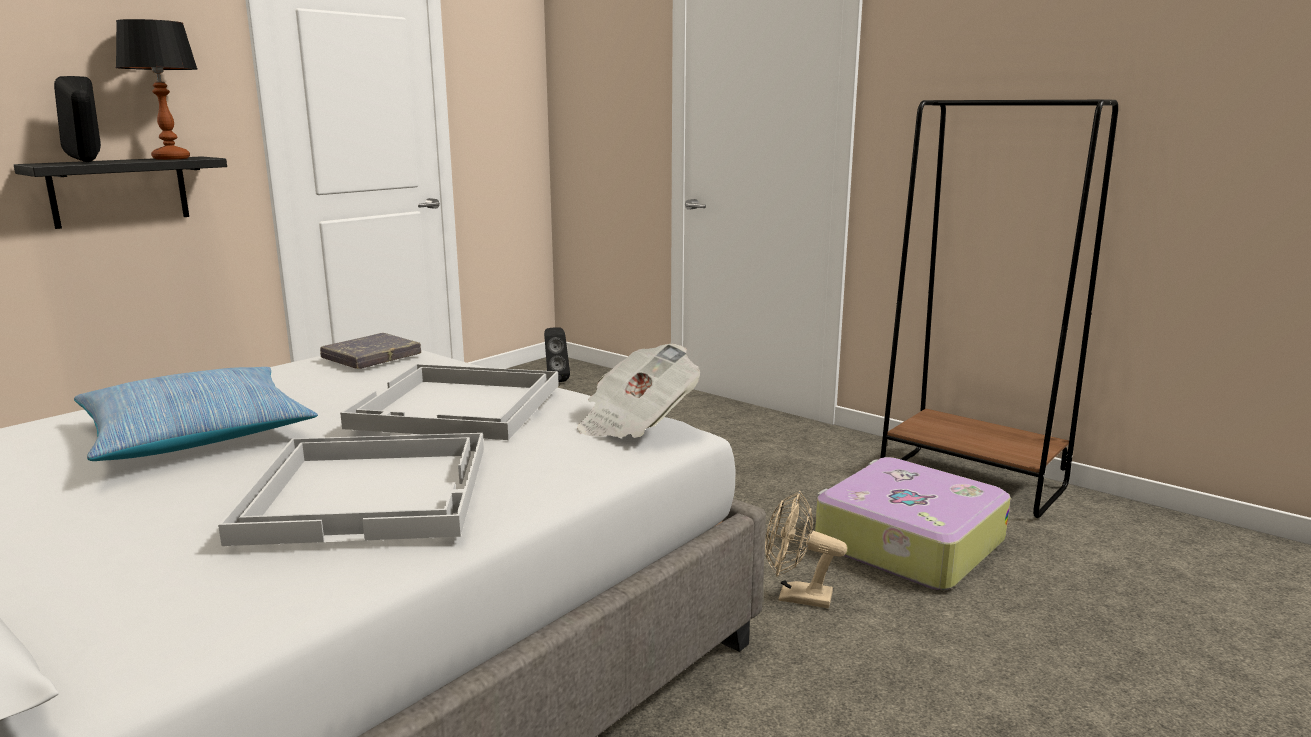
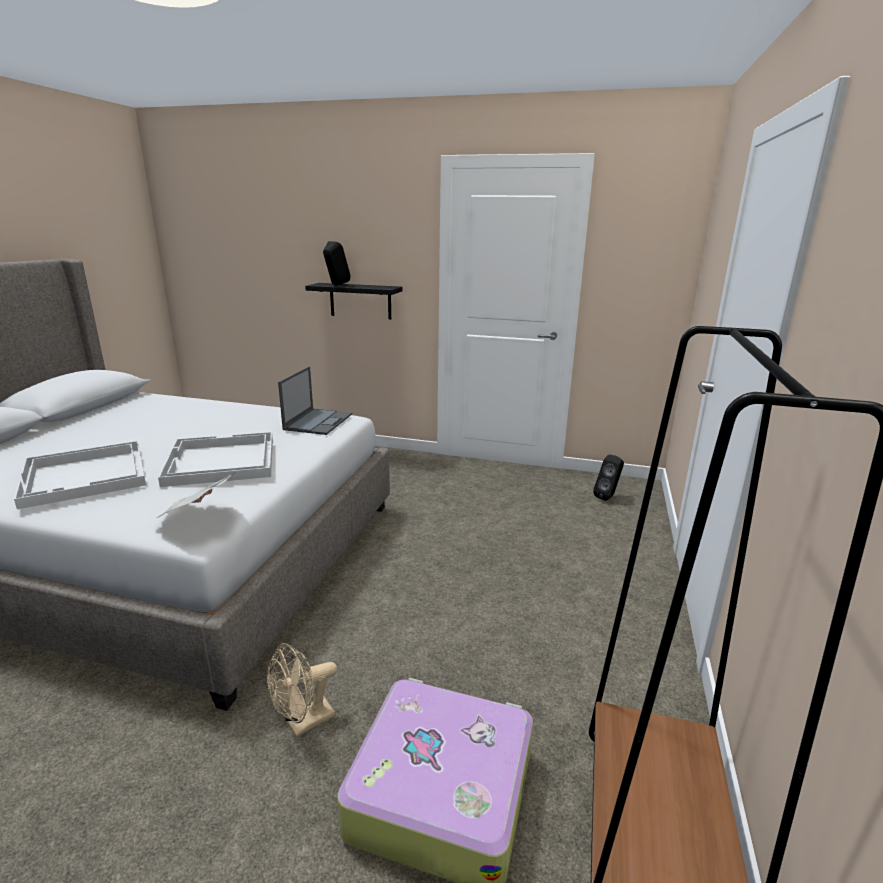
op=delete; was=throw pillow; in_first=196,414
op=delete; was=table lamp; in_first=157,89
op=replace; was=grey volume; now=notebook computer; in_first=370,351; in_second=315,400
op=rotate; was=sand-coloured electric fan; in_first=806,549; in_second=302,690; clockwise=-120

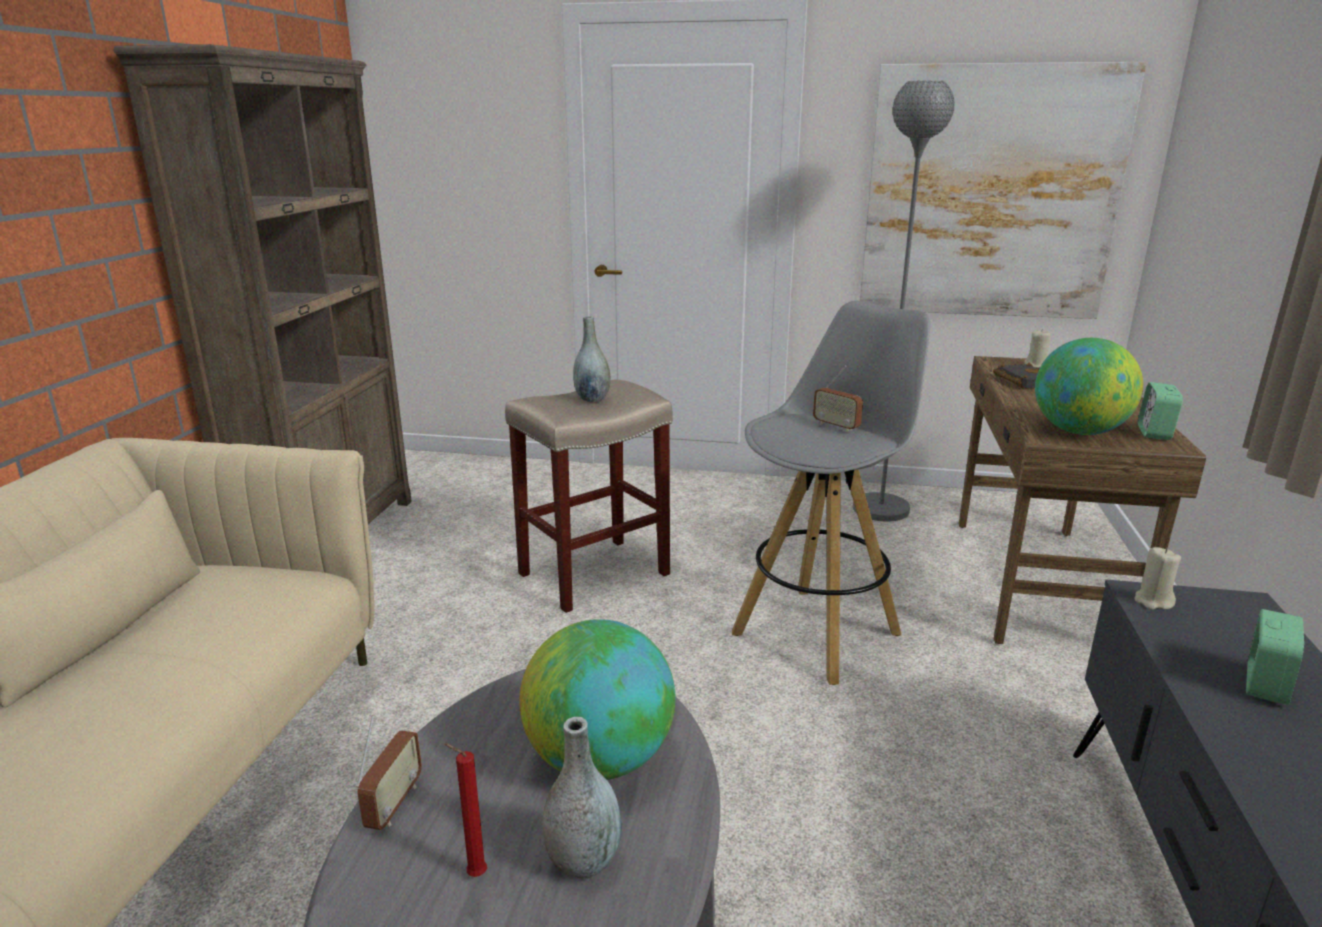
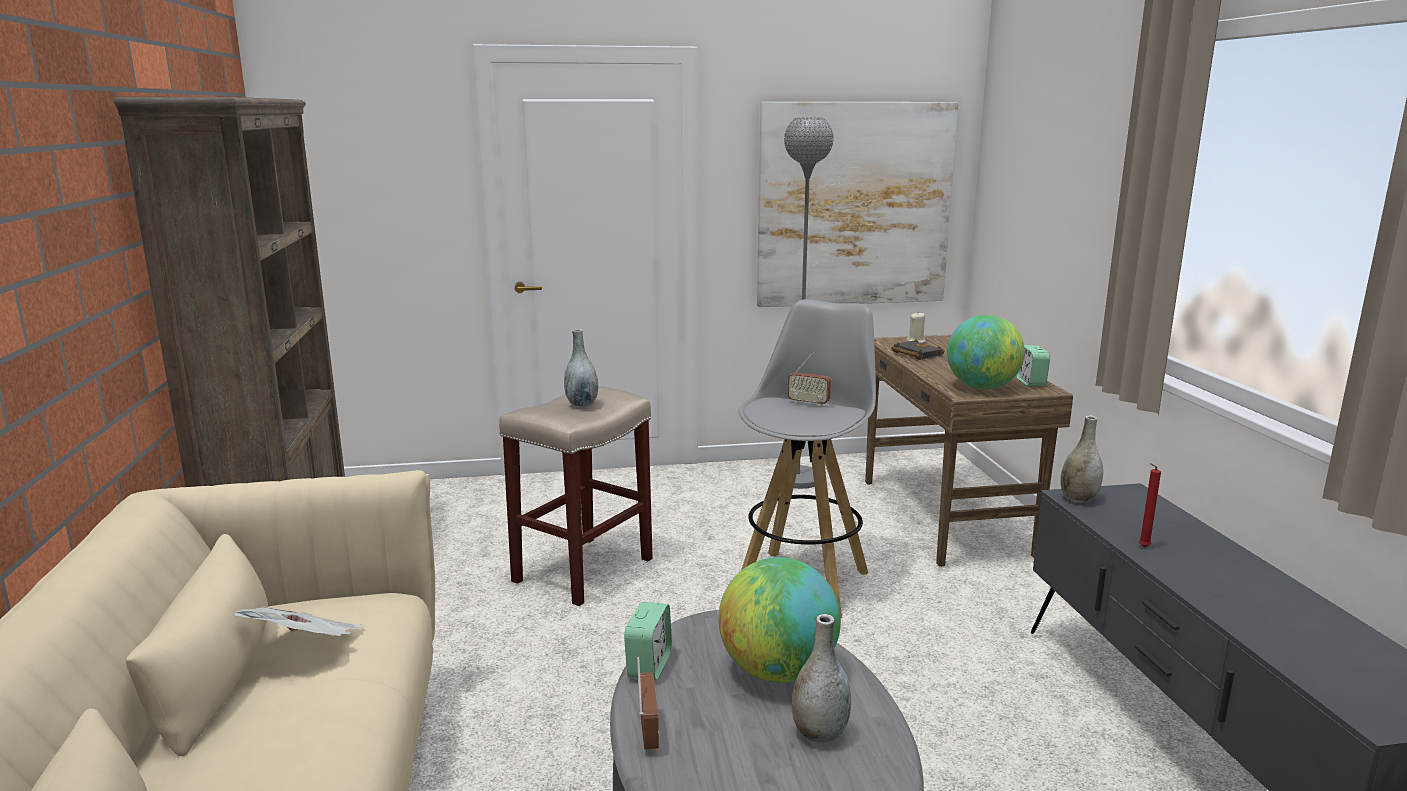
op=move; was=reddish candle; in_first=465,810; in_second=1150,505
op=replace; was=sand-coloured candle; now=grey decorative vase; in_first=1157,578; in_second=1081,459
op=move; was=bedside clock; in_first=1275,657; in_second=648,641
op=insert; now=printed paper; in_second=298,621

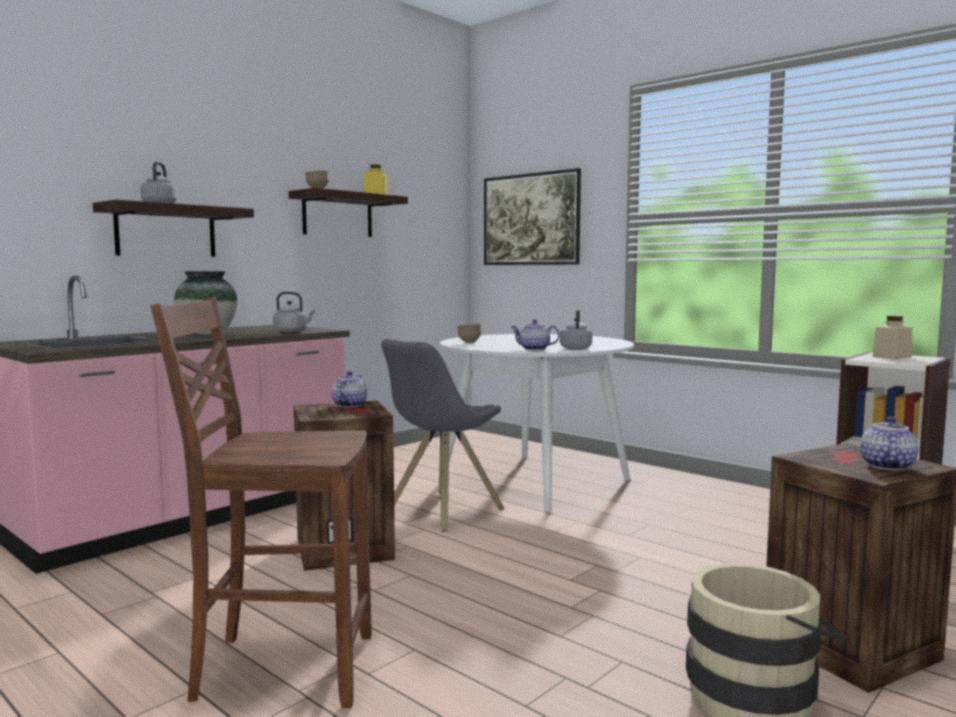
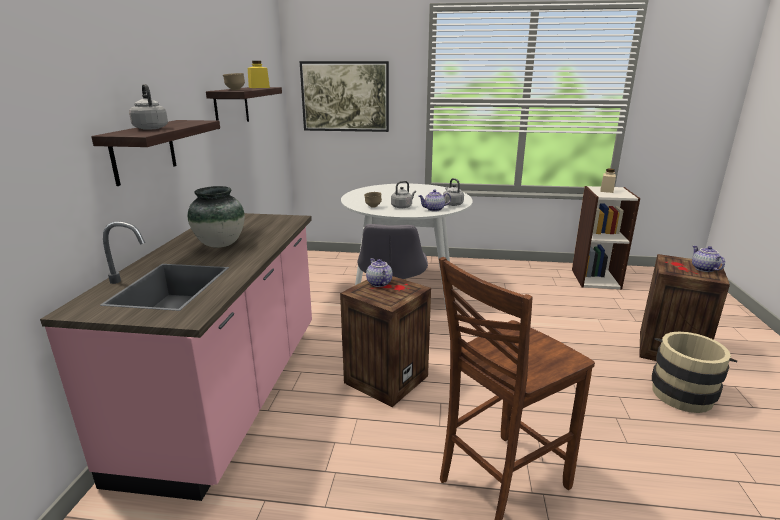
op=move; was=grey water kettle; in_first=294,312; in_second=403,194

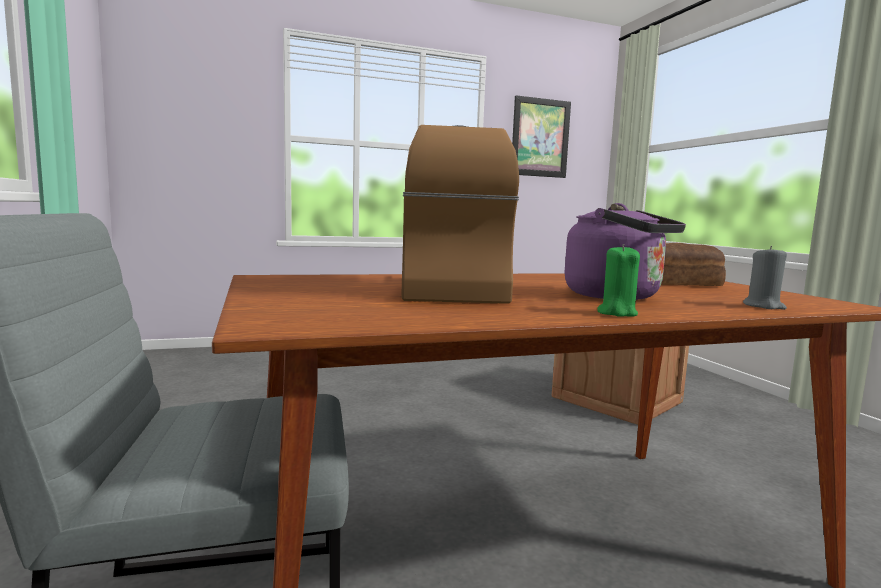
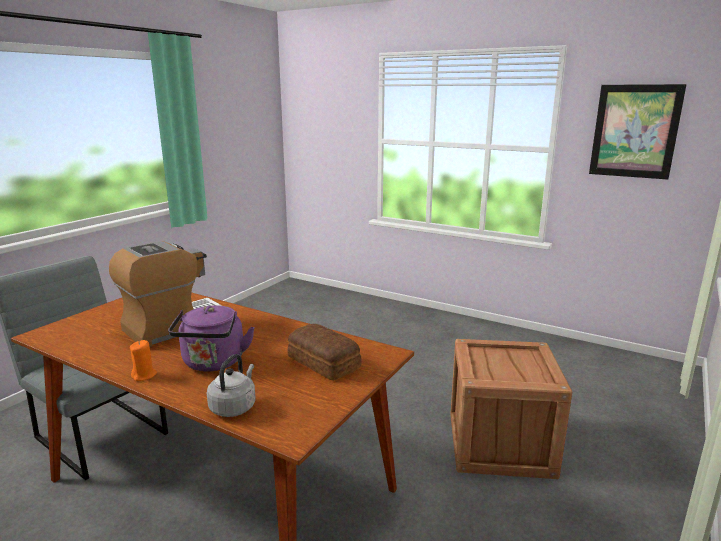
op=recolor; was=green candle; now=orangey candle; in_first=618,280; in_second=143,360
op=replace; was=grey candle; now=grey water kettle; in_first=765,278; in_second=231,385

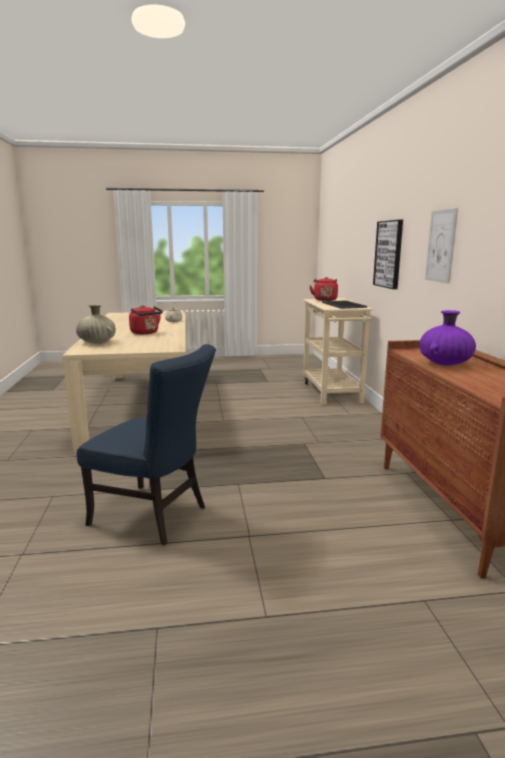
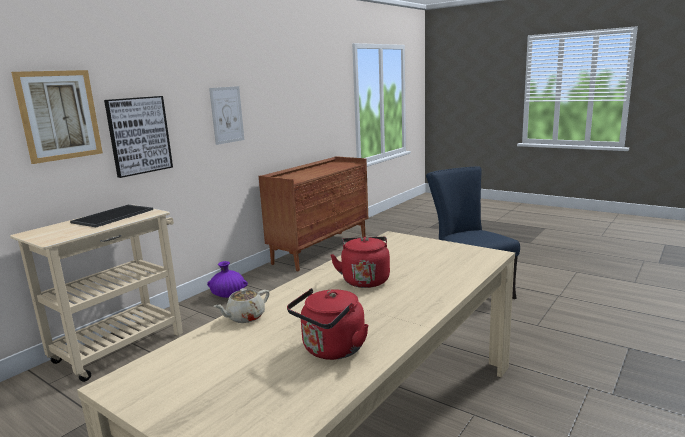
op=delete; was=sand-coloured decorative vase; in_first=96,324
op=move; was=reddish water kettle; in_first=323,289; in_second=328,324
op=move; was=purple decorative vase; in_first=447,338; in_second=227,279
op=insert; now=wall art; in_second=57,117

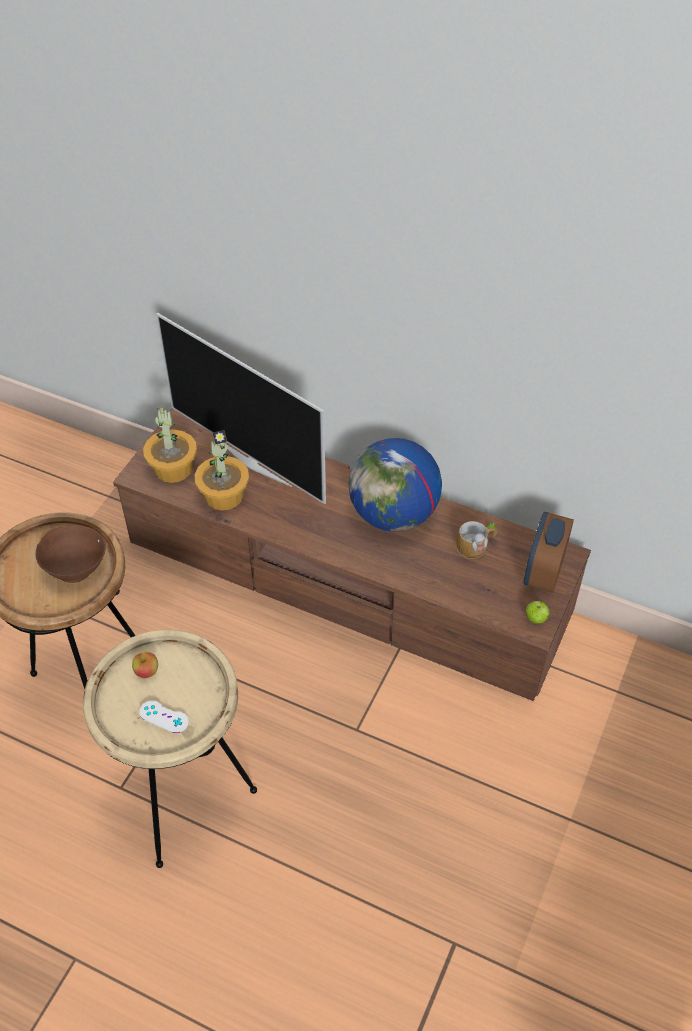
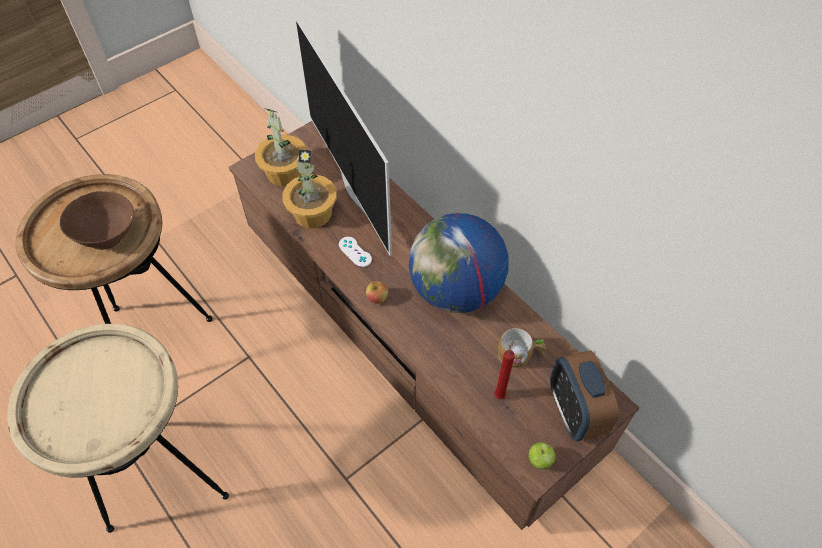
op=move; was=whole apple; in_first=145,665; in_second=377,292
op=move; was=white joypad; in_first=164,716; in_second=355,252
op=rotate; was=bedside clock; in_first=549,552; in_second=584,396; clockwise=-60
op=insert; now=reddish candle; in_second=504,369

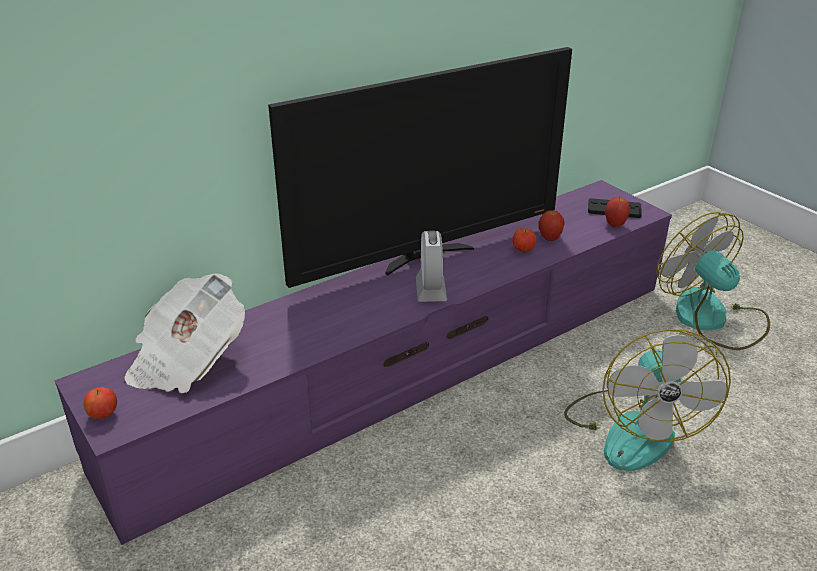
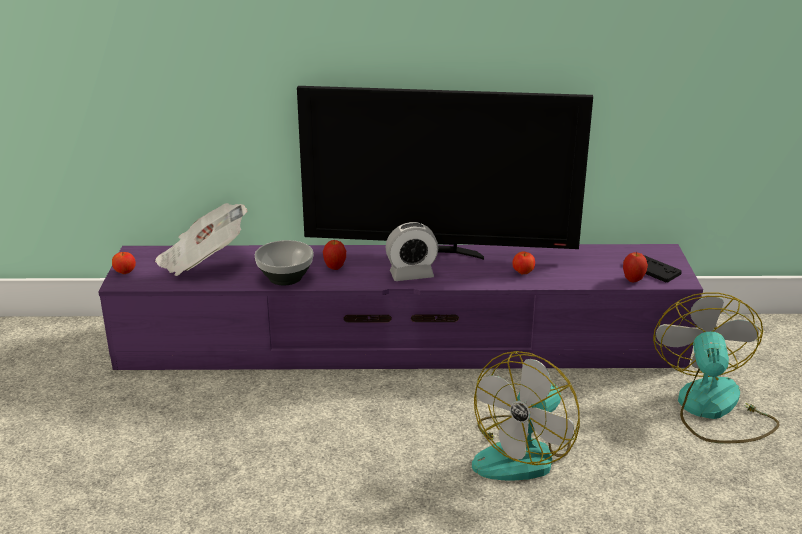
op=rotate; was=bedside clock; in_first=431,266; in_second=411,251; clockwise=45
op=move; was=whole apple; in_first=552,225; in_second=334,255
op=insert; now=serving bowl; in_second=284,262

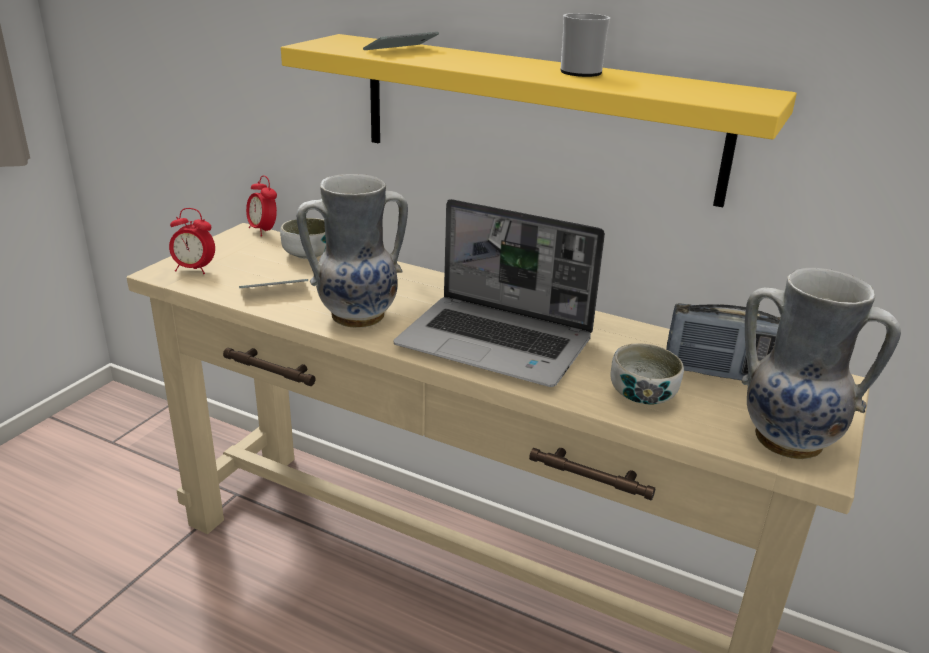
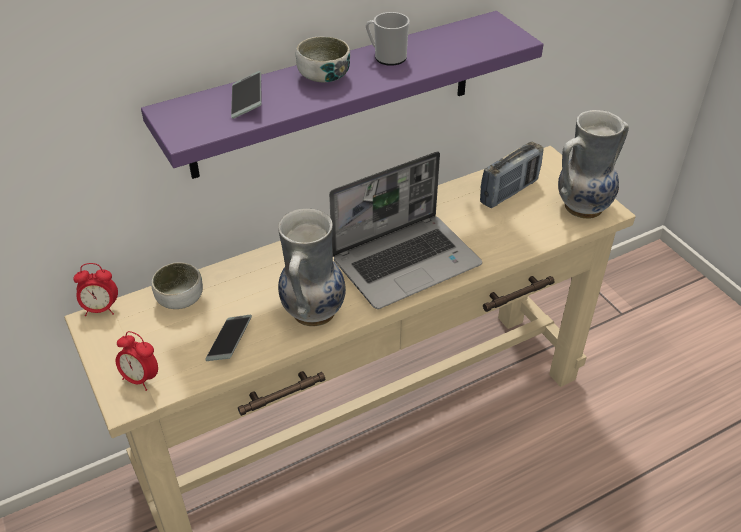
op=rotate; was=bedside clock; in_first=192,241; in_second=137,361; clockwise=75
op=recolor; was=yellow-coloured shelf; now=purple shelf; in_first=539,120; in_second=342,95
op=move; was=serving bowl; in_first=647,374; in_second=323,59

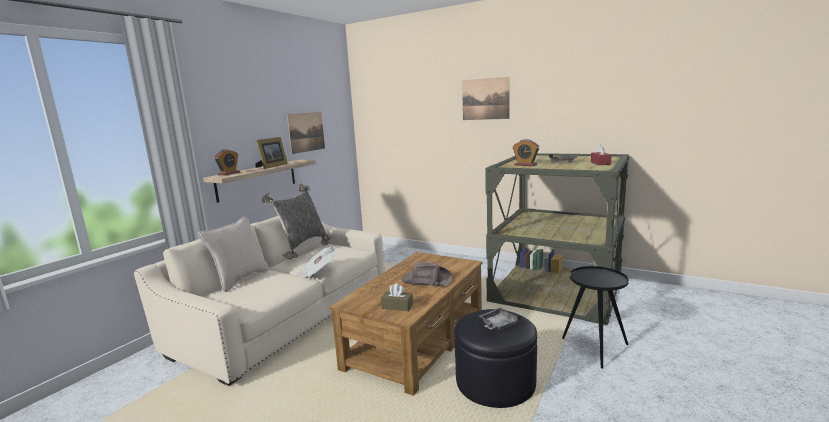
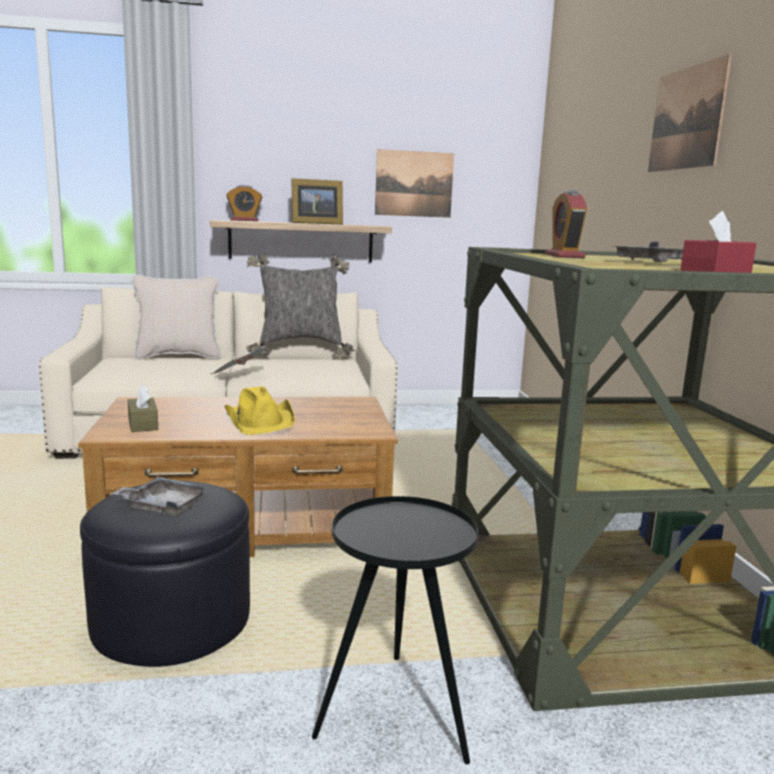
op=recolor; was=brown wearable hat; now=yellow-coloured wearable hat; in_first=427,274; in_second=260,410

